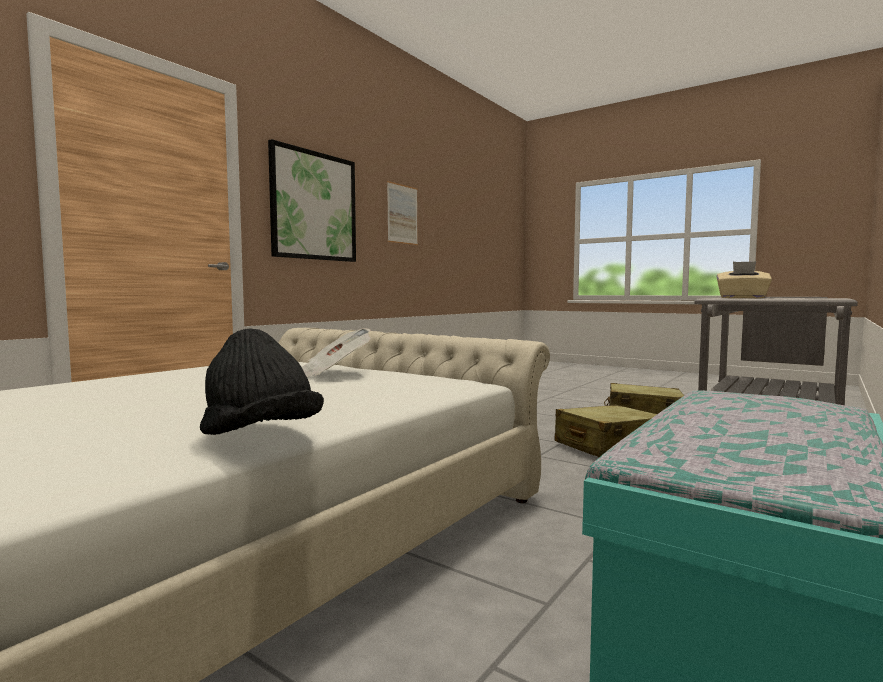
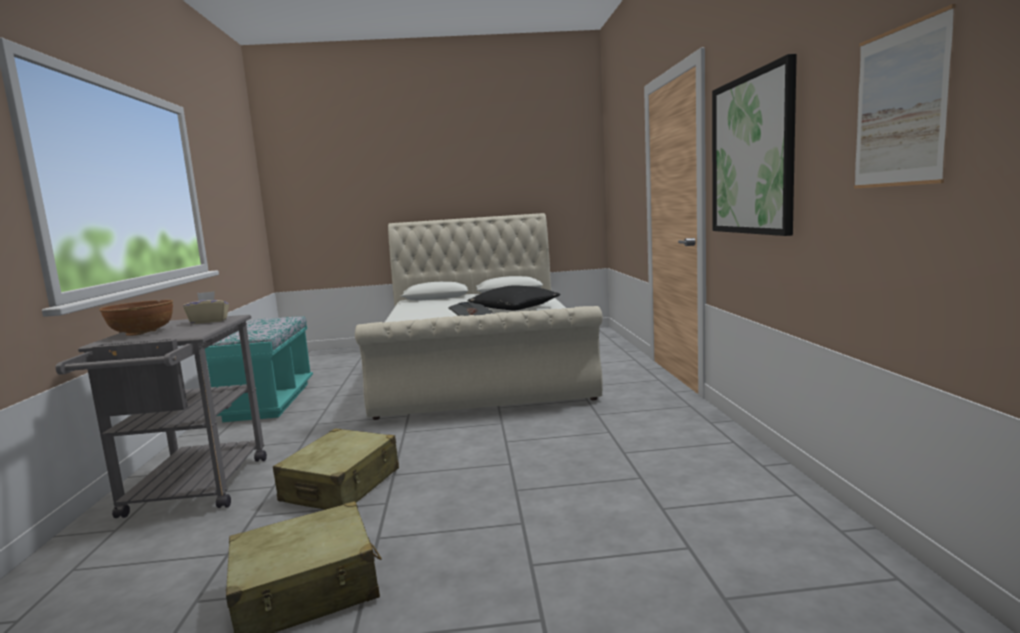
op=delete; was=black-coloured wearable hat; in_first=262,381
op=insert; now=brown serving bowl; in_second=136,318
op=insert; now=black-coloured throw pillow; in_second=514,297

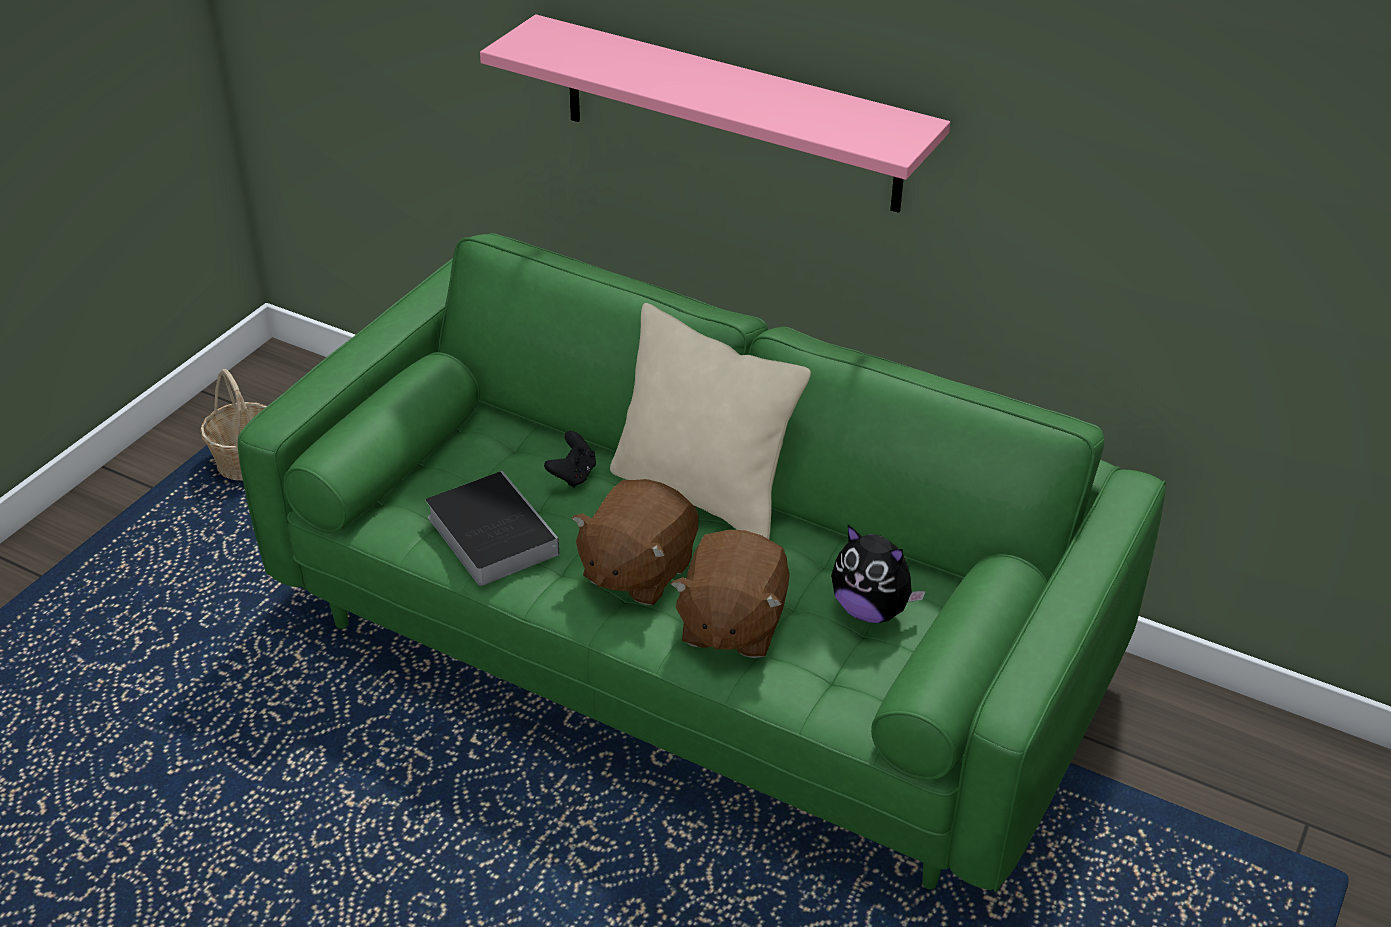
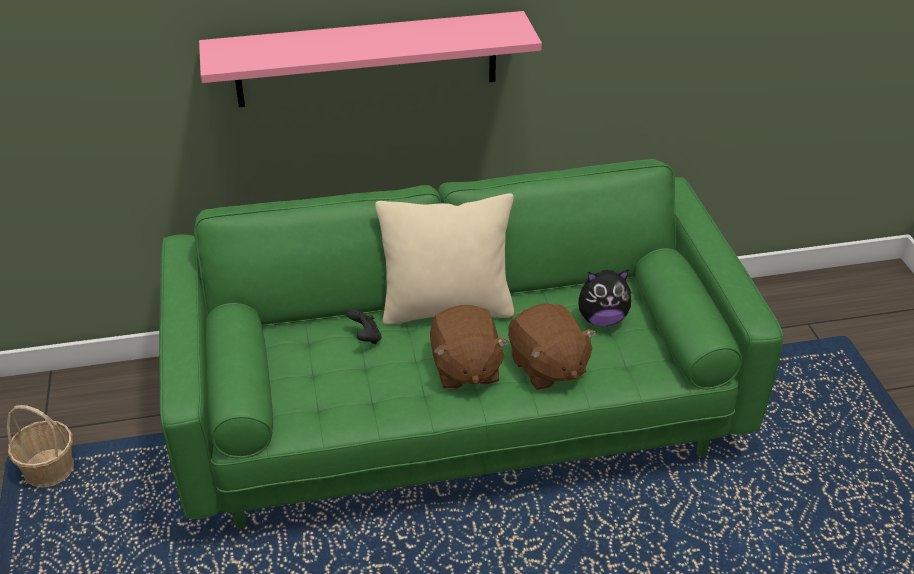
op=delete; was=volume; in_first=493,528

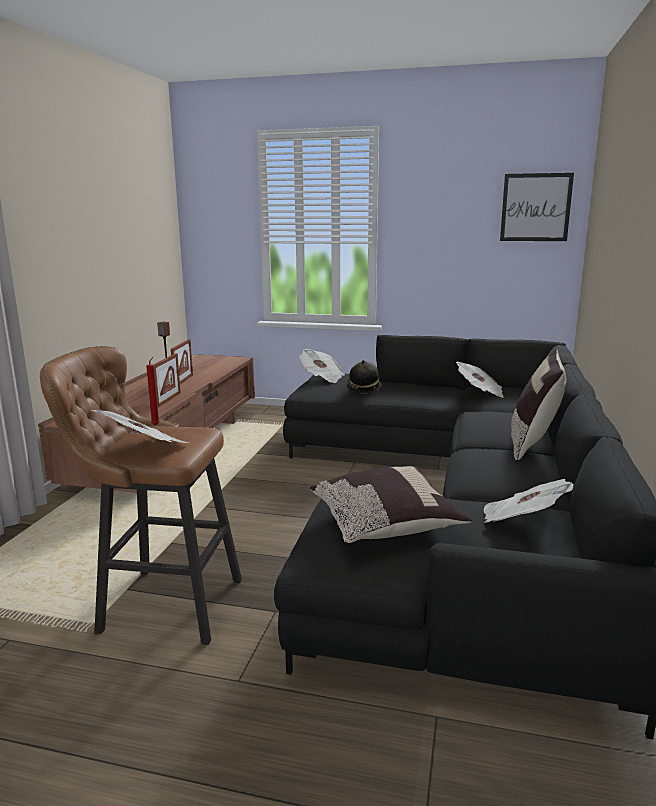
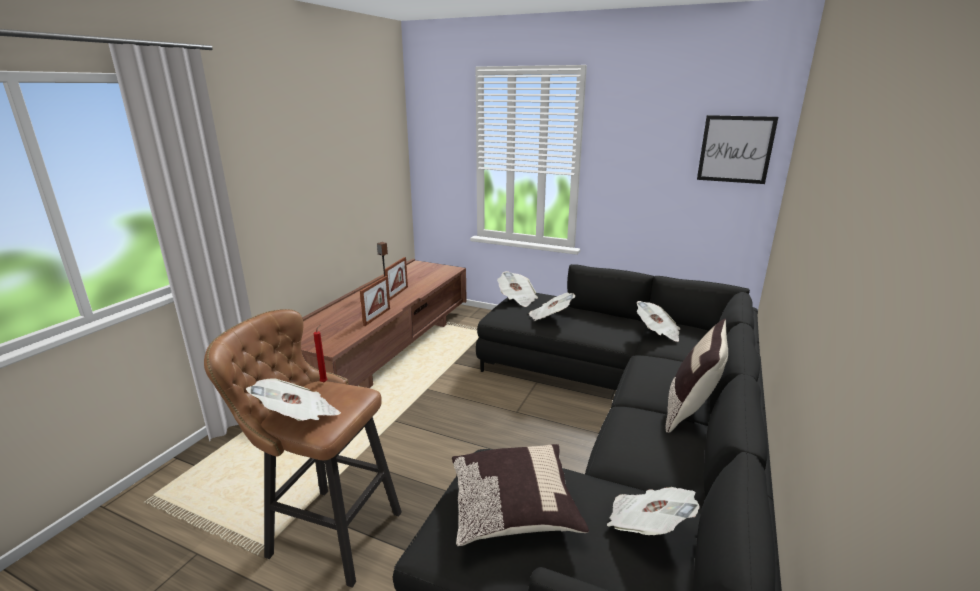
op=replace; was=wearable hat; now=printed paper; in_first=364,377; in_second=552,306

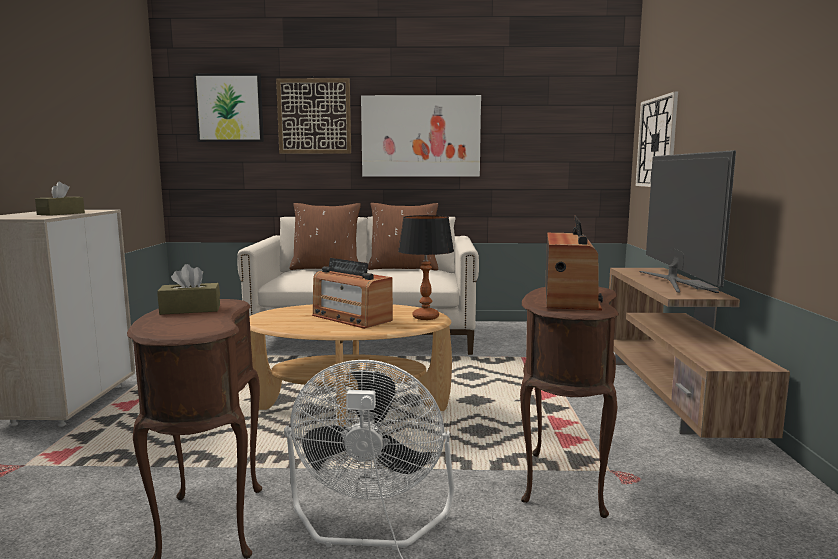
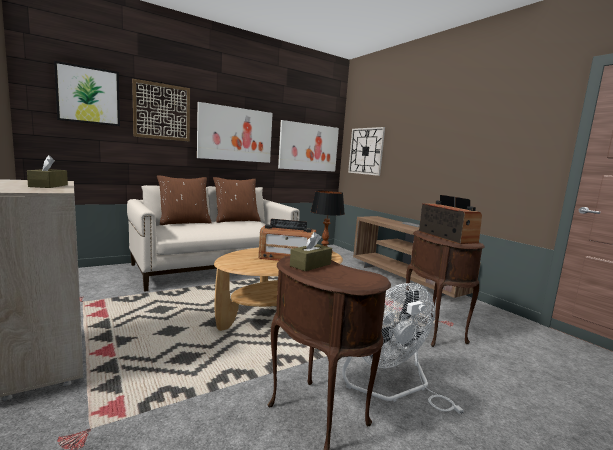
op=delete; was=TV; in_first=687,221
op=insert; now=wall art; in_second=308,146

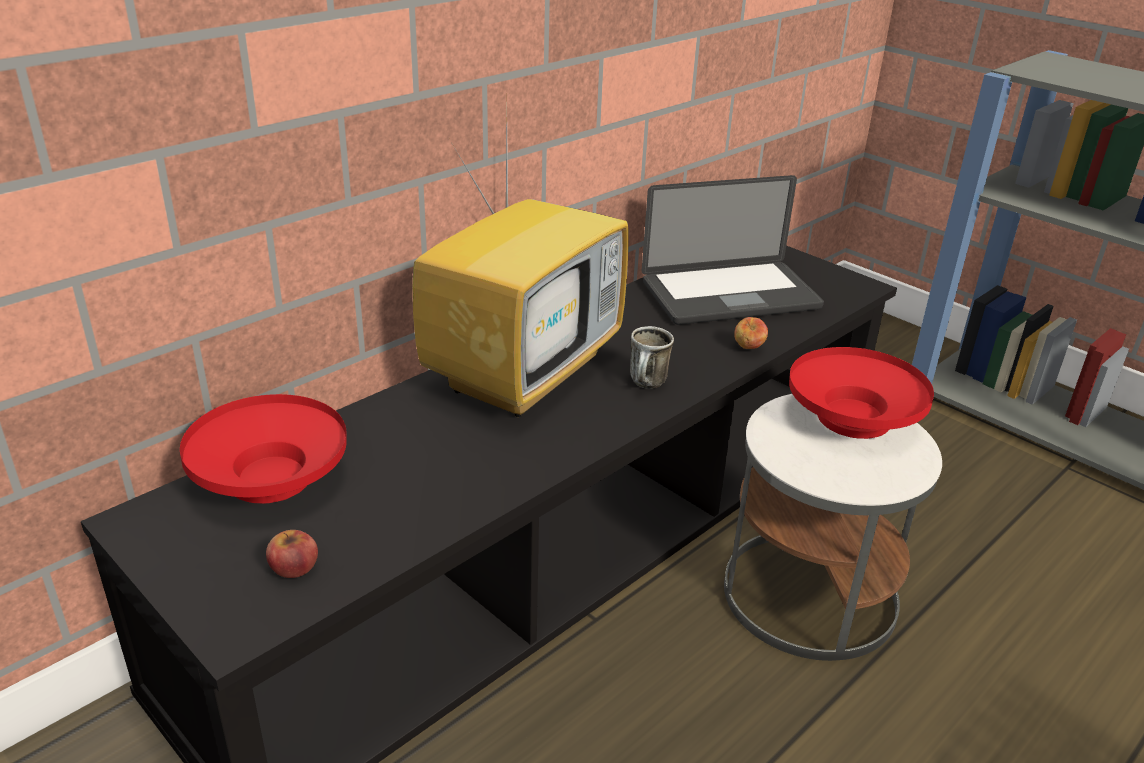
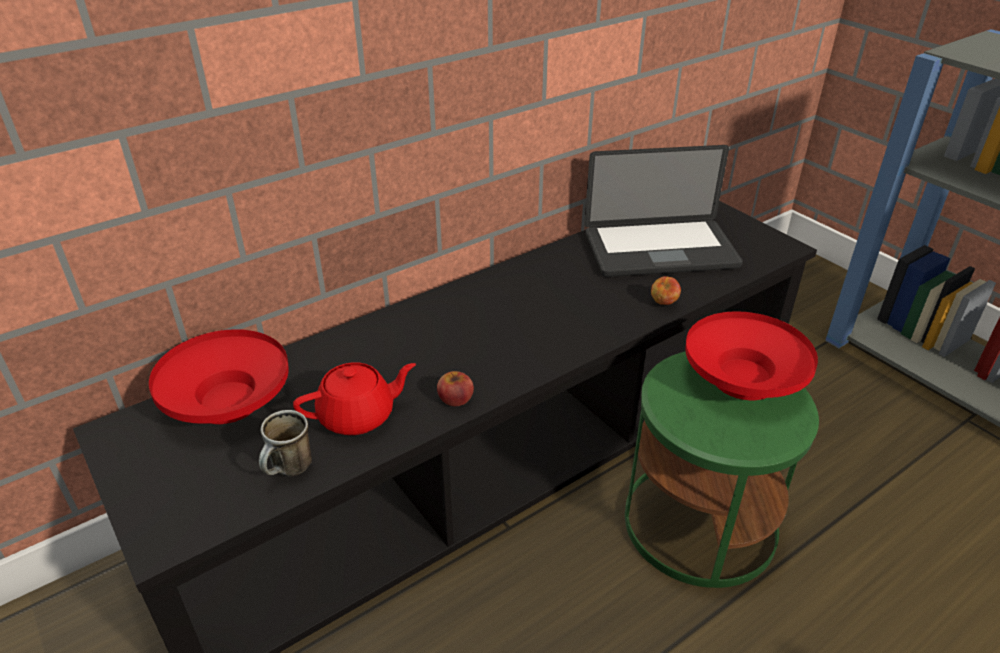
op=move; was=whole apple; in_first=292,554; in_second=455,388
op=delete; was=TV; in_first=520,263
op=move; was=tea mug; in_first=652,357; in_second=285,443
op=recolor; was=white end table; now=green end table; in_first=833,527; in_second=722,469
op=insert; now=reddish tea pot; in_second=354,399

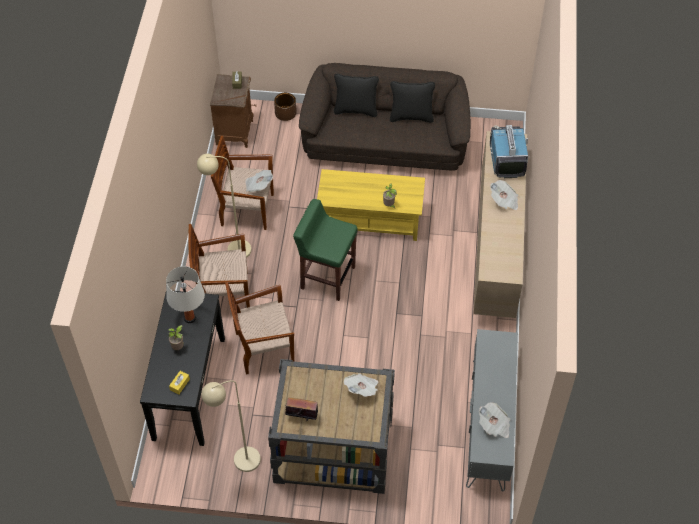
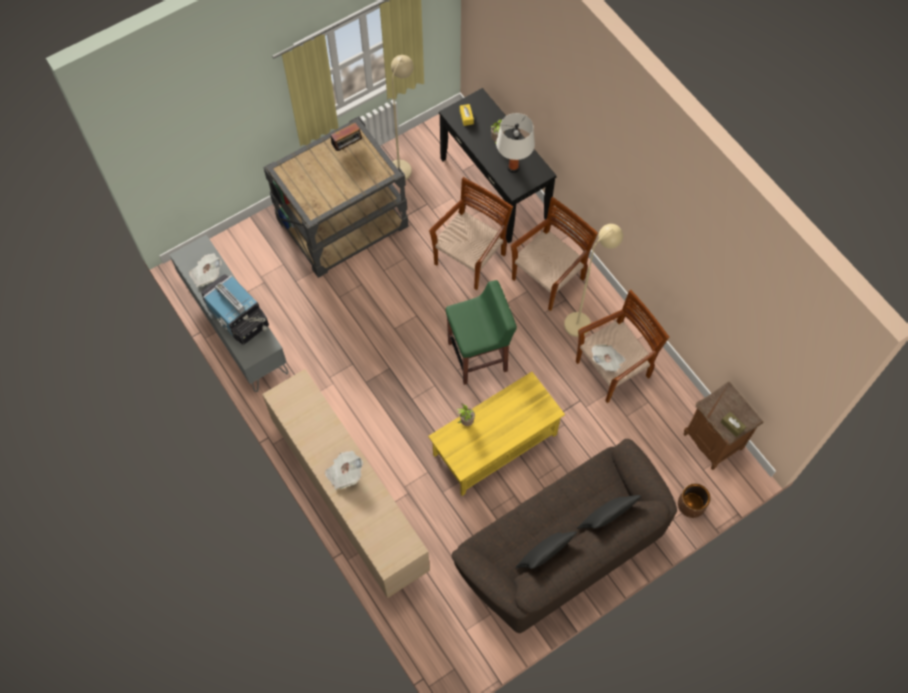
op=delete; was=printed paper; in_first=361,385
op=move; was=TV; in_first=509,151; in_second=235,309

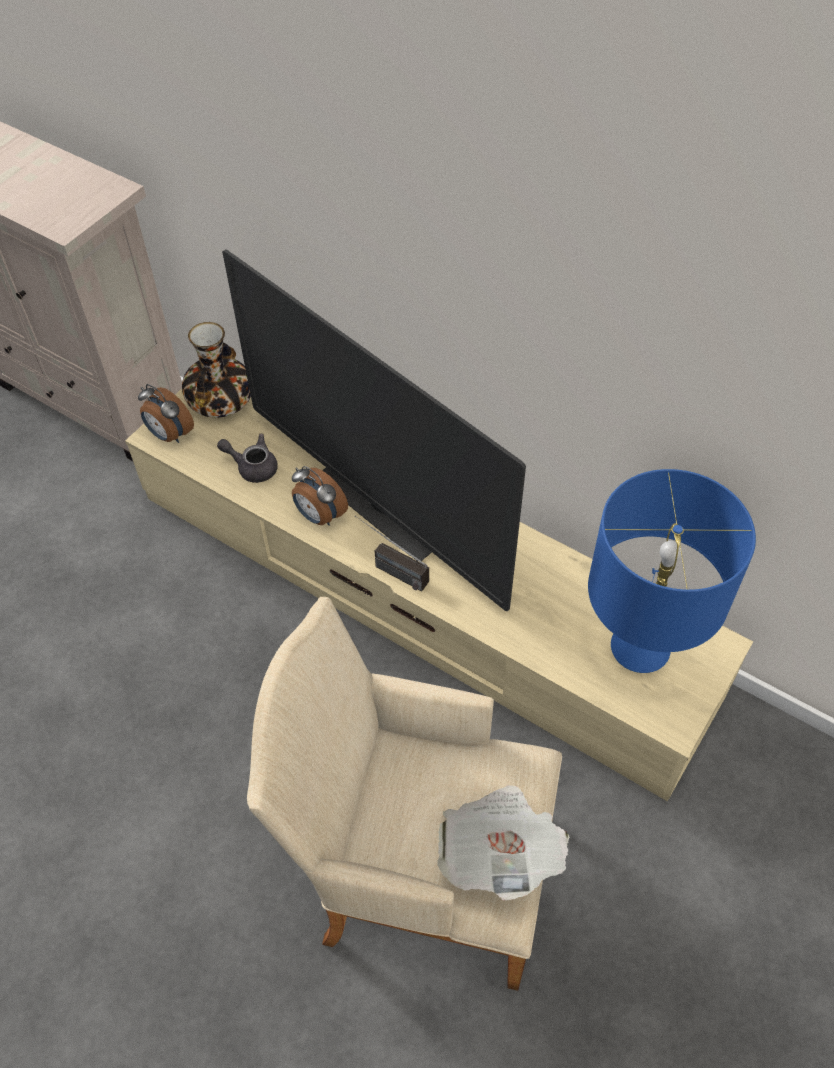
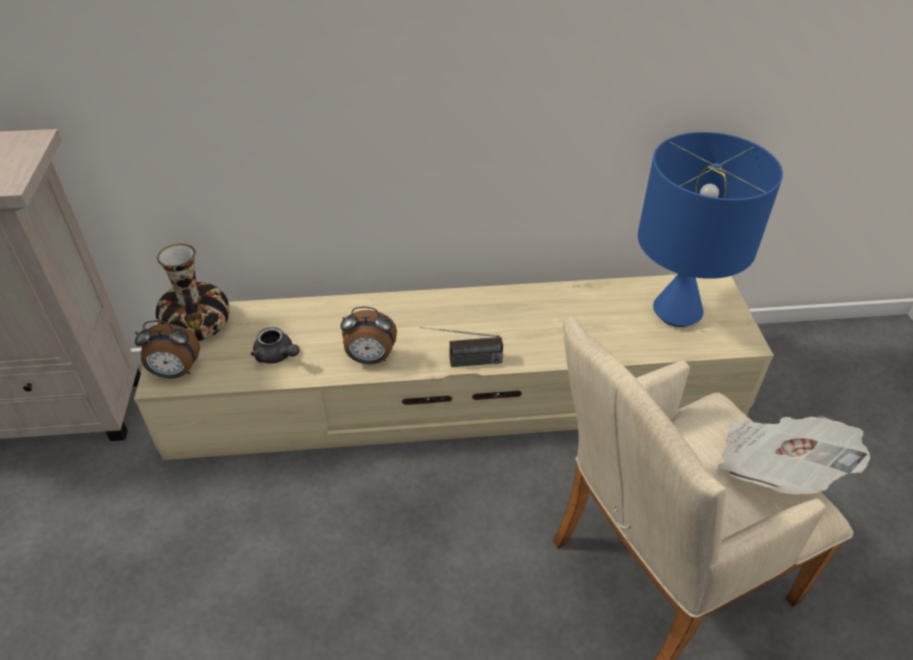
op=rotate; was=grey tea pot; in_first=247,458; in_second=275,345; clockwise=-120
op=delete; was=TV; in_first=374,430

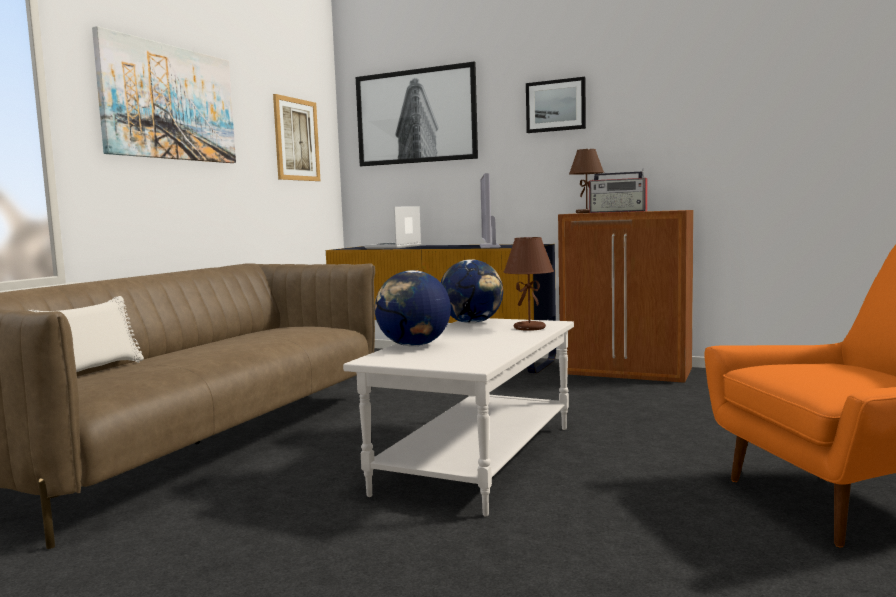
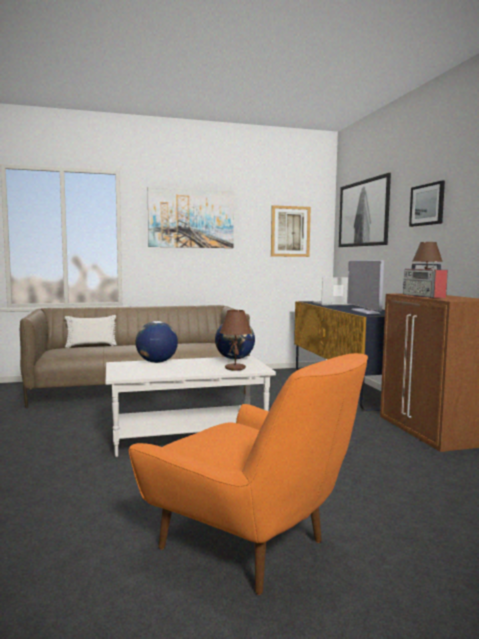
op=rotate; was=TV; in_first=490,210; in_second=365,287; clockwise=-60

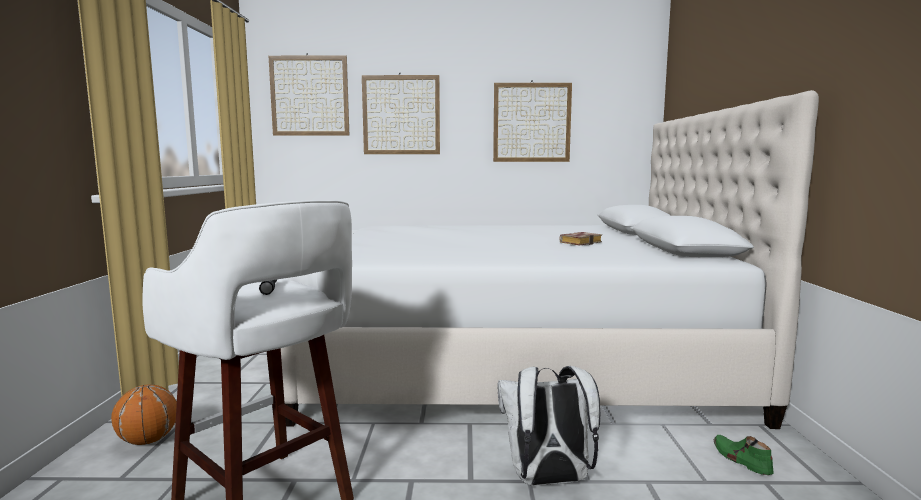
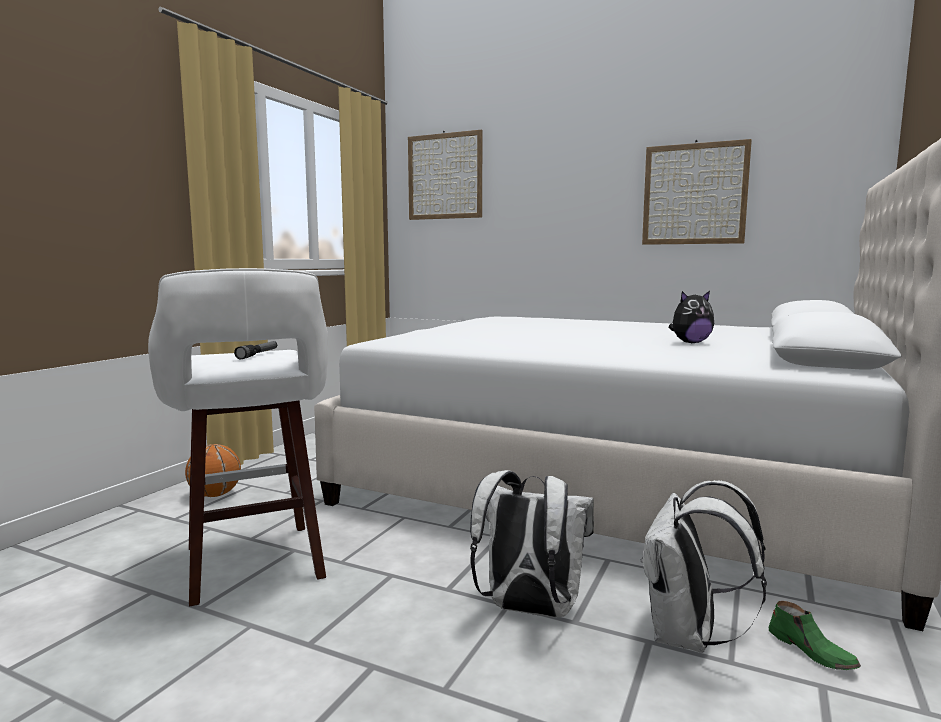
op=delete; was=wall art; in_first=401,113
op=replace; was=volume; now=cuddly toy; in_first=581,239; in_second=691,317
op=rotate; was=green item of footwear; in_first=744,455; in_second=815,635; clockwise=150
op=insert; now=white backpack; in_second=704,566

